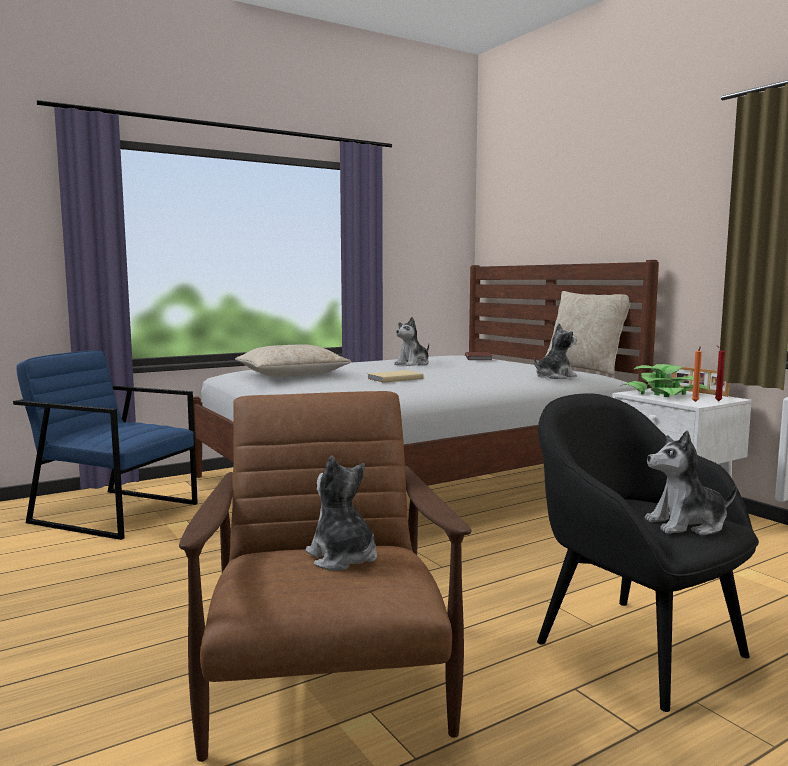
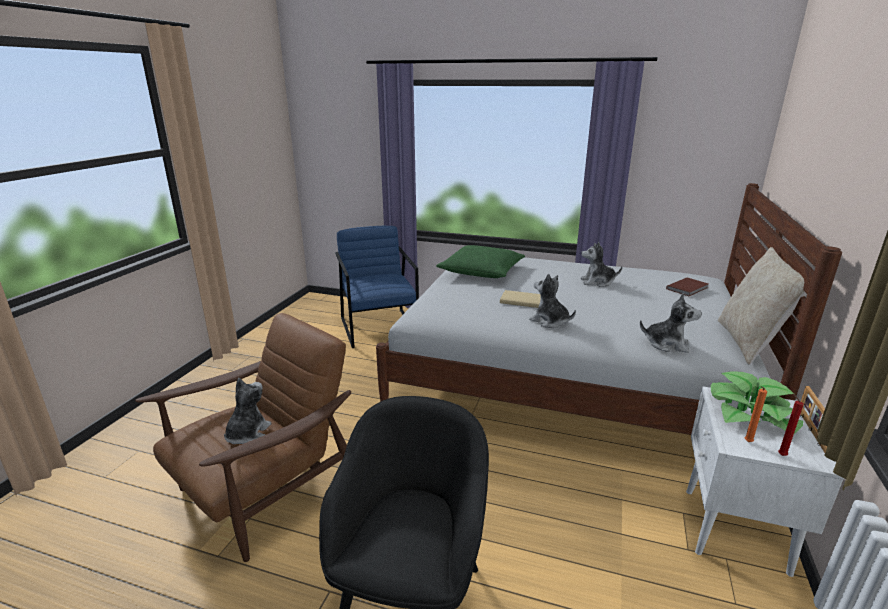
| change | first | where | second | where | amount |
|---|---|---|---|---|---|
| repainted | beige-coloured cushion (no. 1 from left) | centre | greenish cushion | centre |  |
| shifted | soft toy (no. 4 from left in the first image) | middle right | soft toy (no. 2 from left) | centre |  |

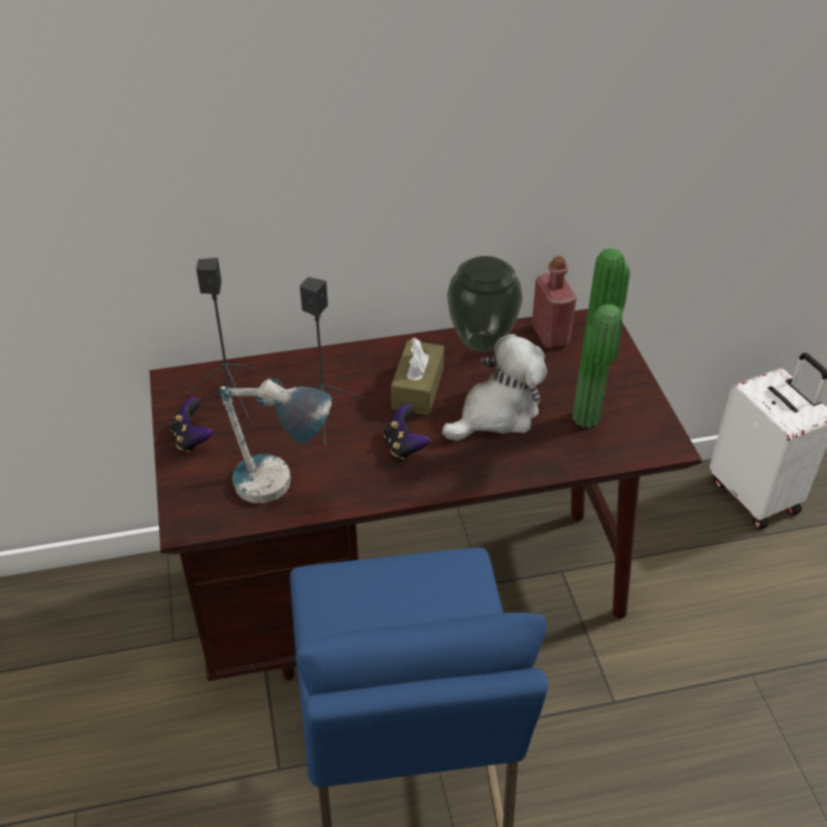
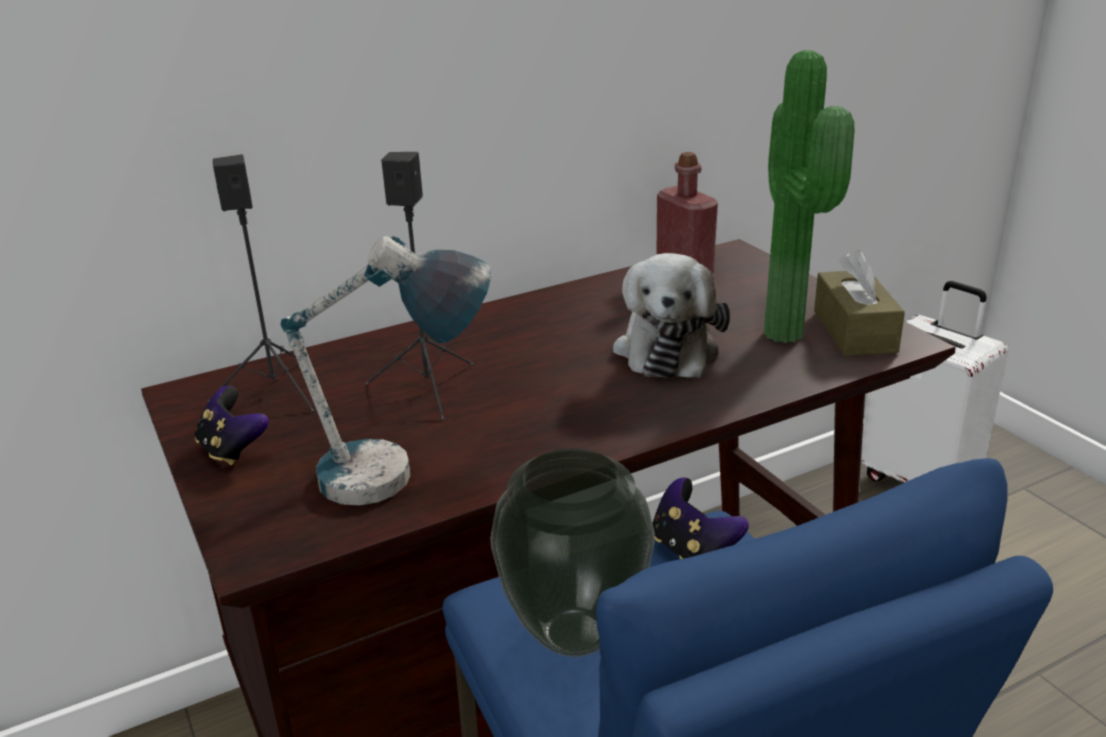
| change | first | where | second | where | amount |
|---|---|---|---|---|---|
| shifted | vase | centre |  | bottom centre |  |
| rotated | soft toy | centre |  | centre | 150 degrees clockwise |
| shifted | brown-coloured tissue holder | centre |  | middle right |  |
| shifted | gamepad (no. 2 from left) | centre |  | bottom centre |  |

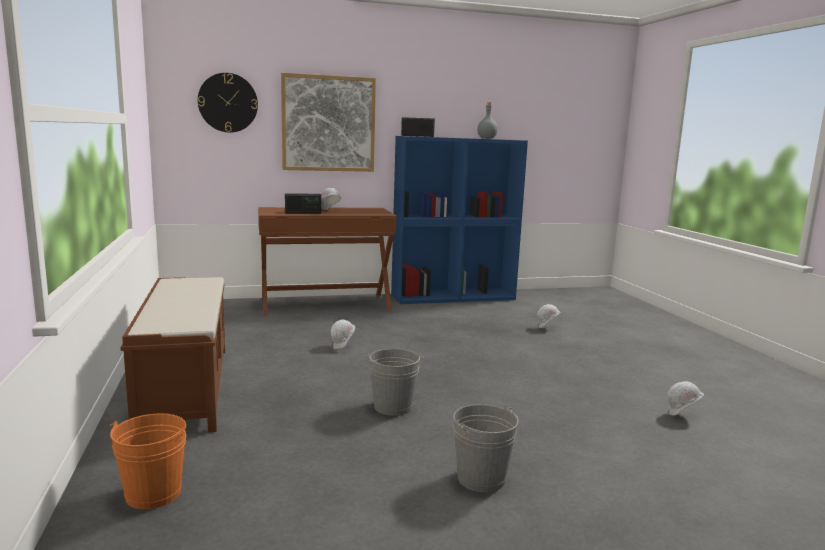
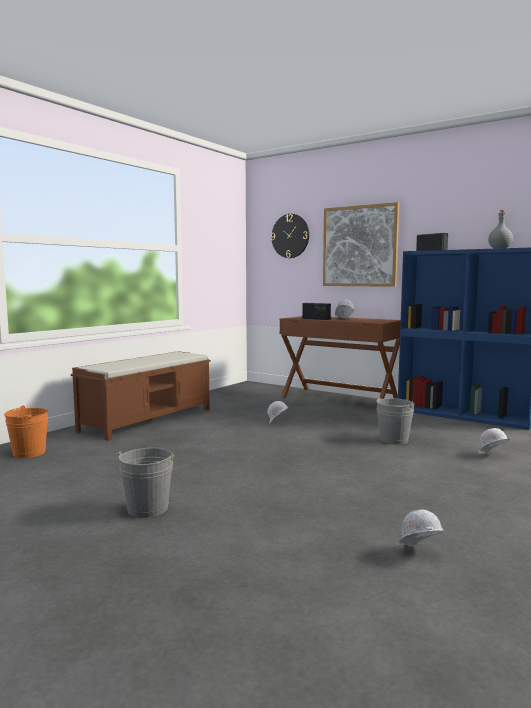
| change | first | where | second | where | amount |
|---|---|---|---|---|---|
| shifted | grey pail (no. 1 from left in the first image) | bottom centre | grey pail (no. 2 from left) | middle right |  |

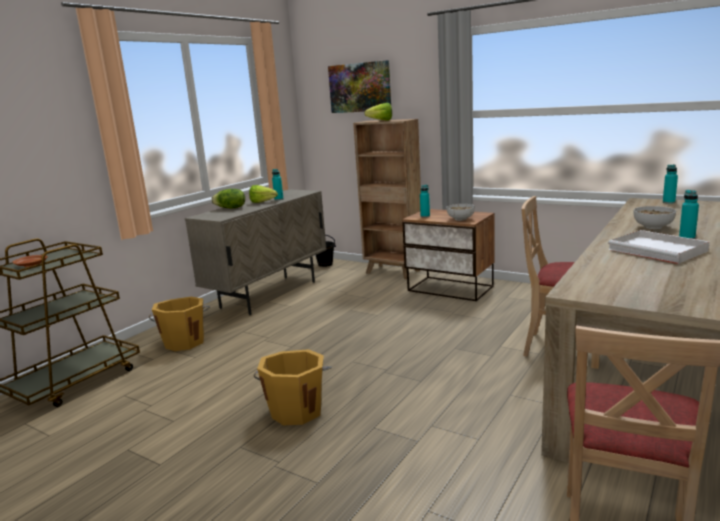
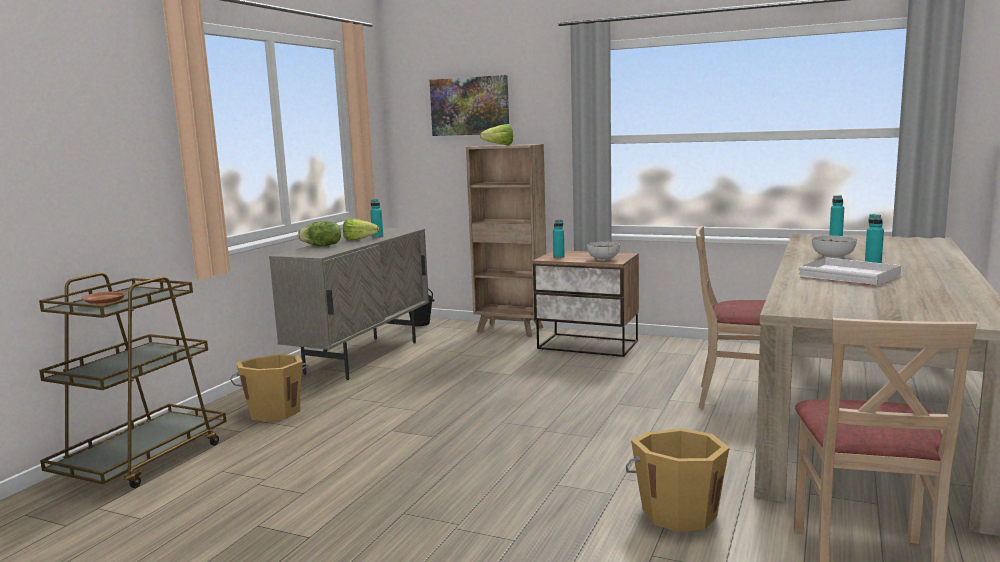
| change | first | where | second | where | amount |
|---|---|---|---|---|---|
| shifted | orange-coloured pail (no. 2 from left) | bottom centre |  | bottom right |  |

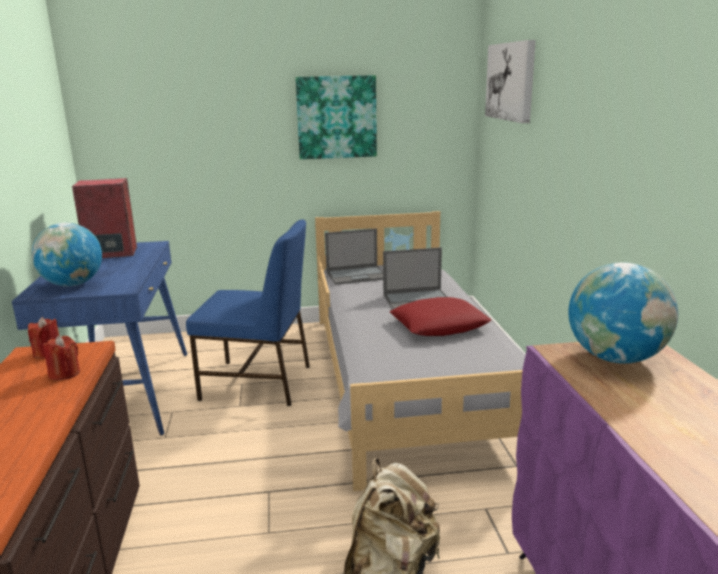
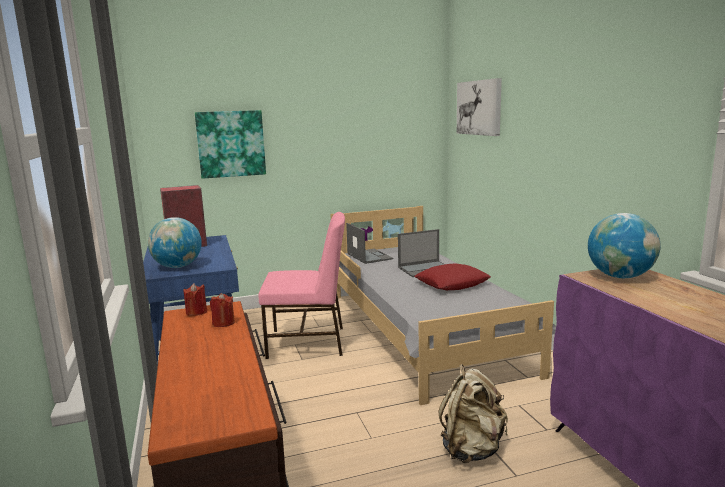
| change | first | where | second | where | amount |
|---|---|---|---|---|---|
| shifted | wall art (no. 1 from left) | top centre |  | top left |  |
| repainted | bluish chair | centre | pinkish chair | centre |  |
| rotated | laptop (no. 1 from left) | centre |  | centre | 90 degrees counterclockwise |

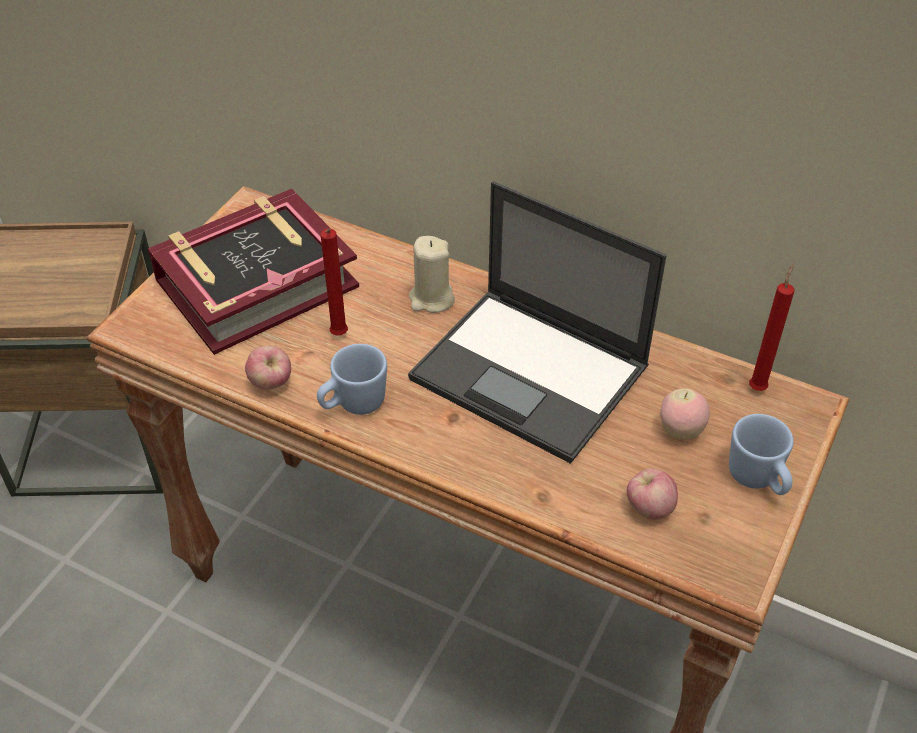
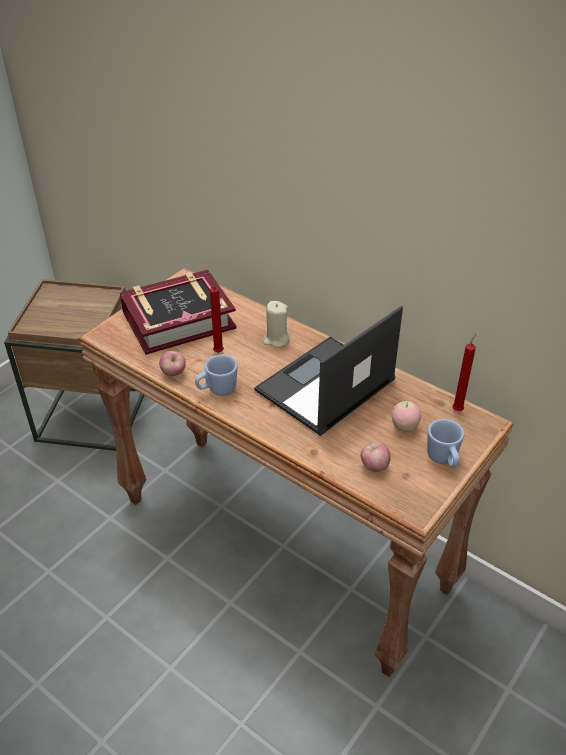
| change | first | where | second | where | amount |
|---|---|---|---|---|---|
| rotated | laptop | centre |  | centre | 90 degrees clockwise |

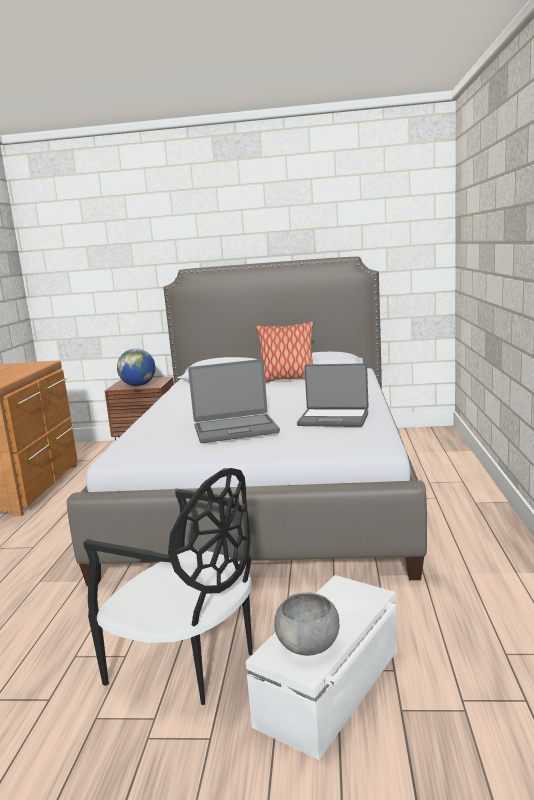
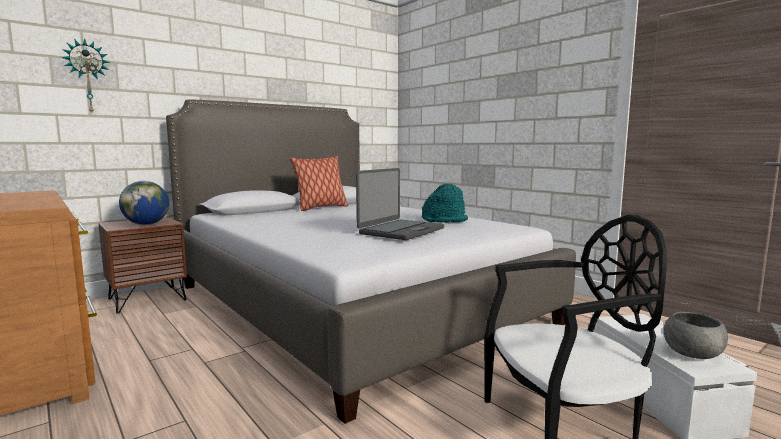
| change | first | where | second | where | amount |
|---|---|---|---|---|---|
| swapped | laptop (no. 2 from left) | centre | turquoise-coloured hat | centre |  |
| new |  |  | hanging clock | top left |  |

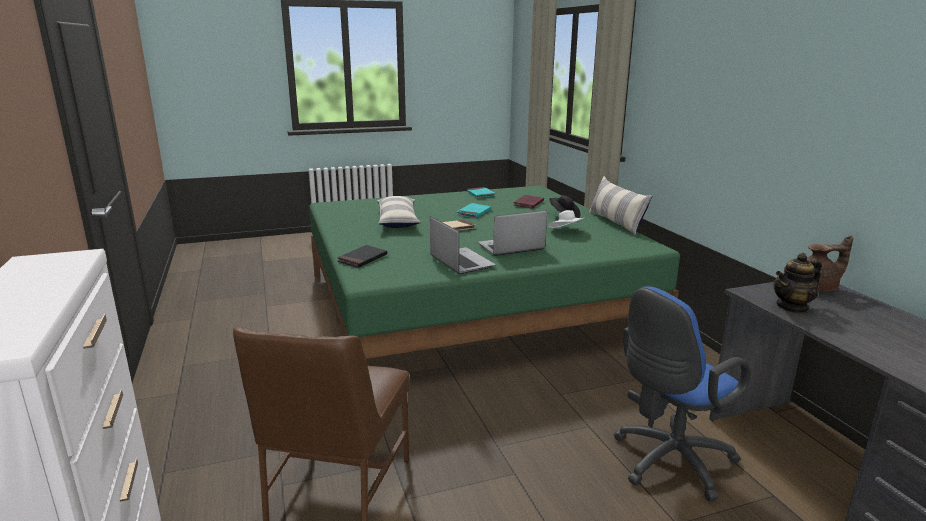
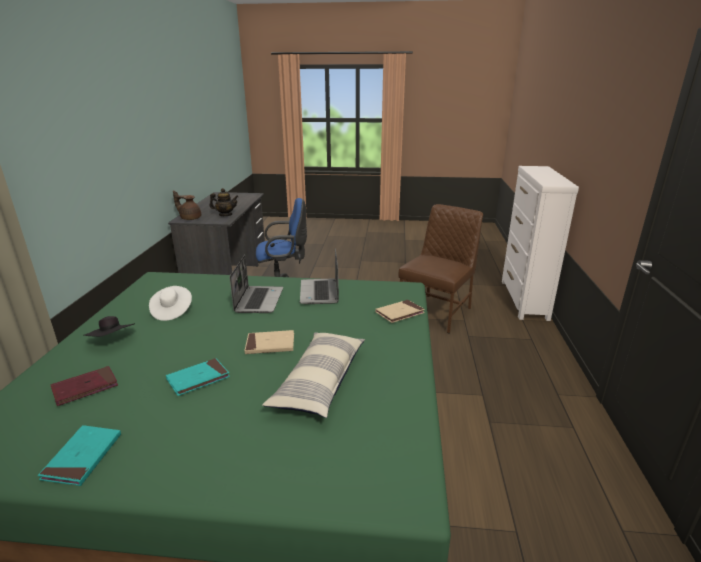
| change | first | where | second | where | amount |
|---|---|---|---|---|---|
| gone | cushion (no. 2 from left) | middle right |  |  |  |
| rotated | laptop (no. 2 from left in the first image) | centre | laptop (no. 1 from left) | centre | 90 degrees counterclockwise |
| repainted | black-coloured bound book | centre | beige-coloured bound book (no. 2 from left) | centre |  |

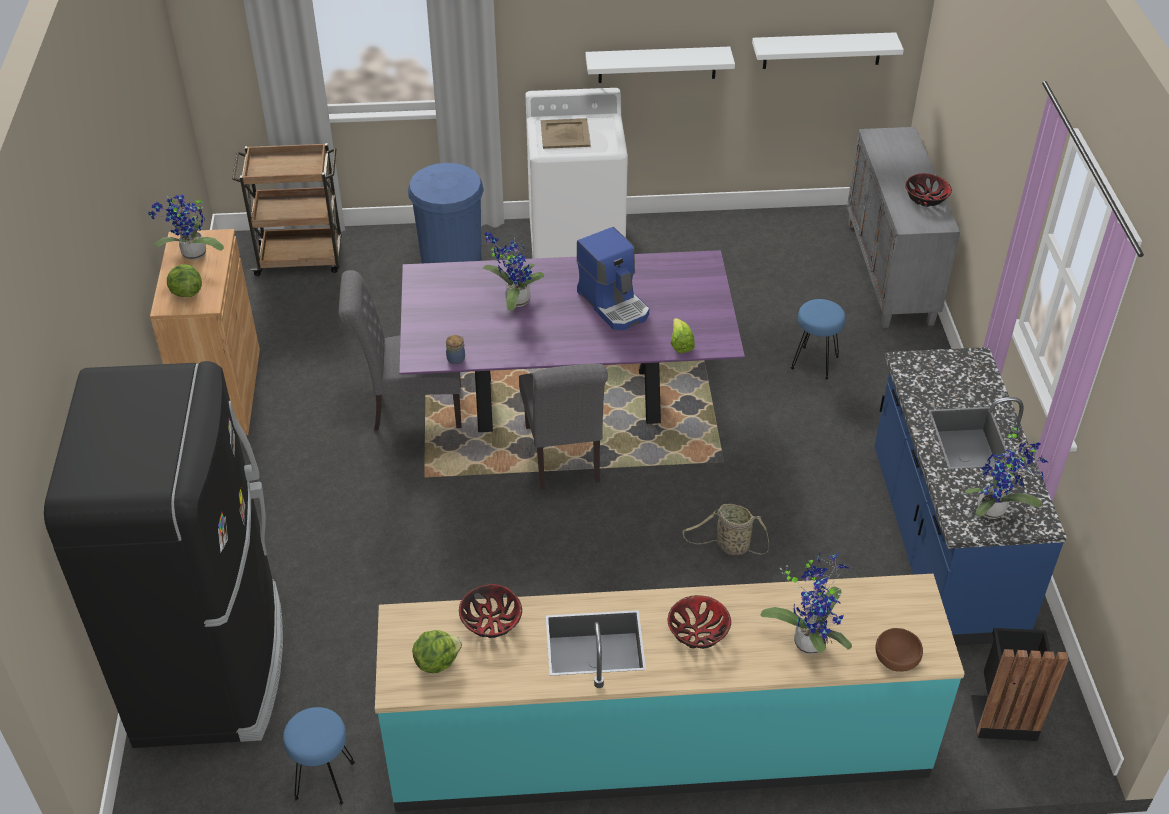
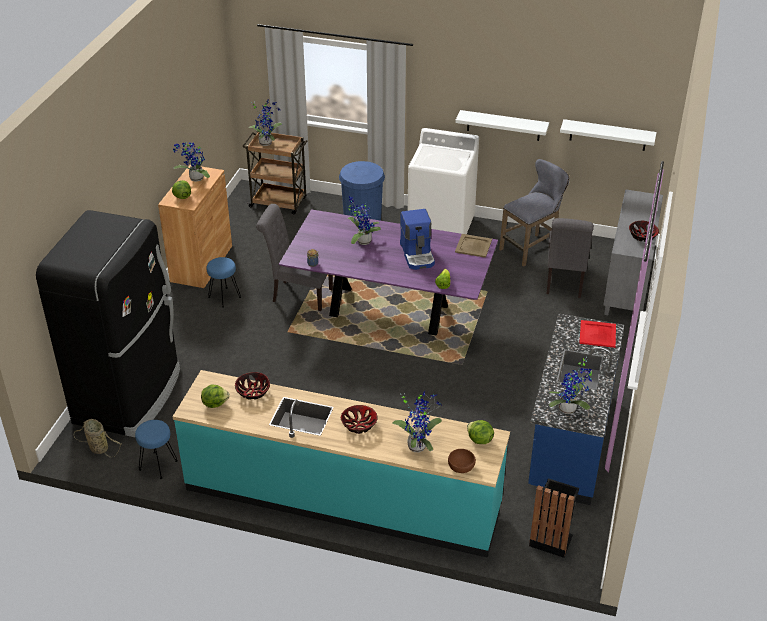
| change | first | where | second | where | amount |
|---|---|---|---|---|---|
| shifted | beige-coloured carrying tray | top centre |  | centre |  |
| shifted | bluish sitting stool (no. 2 from left) | middle right |  | middle left |  |
| shifted | grey chair (no. 2 from left) | centre |  | middle right |  |
| shifted | basket | centre |  | bottom left |  |
| new |  |  | plant in a pot (no. 2 from left) | top centre |  |
| new |  |  | grey sitting stool | middle right |  |
| new |  |  | red carrying tray | middle right |  |
| new |  |  | head of lettuce (no. 4 from left) | bottom centre |  |

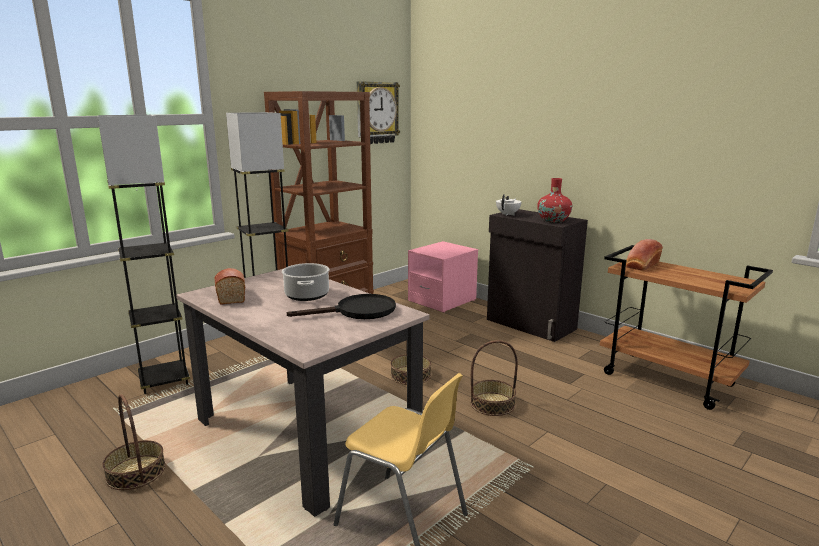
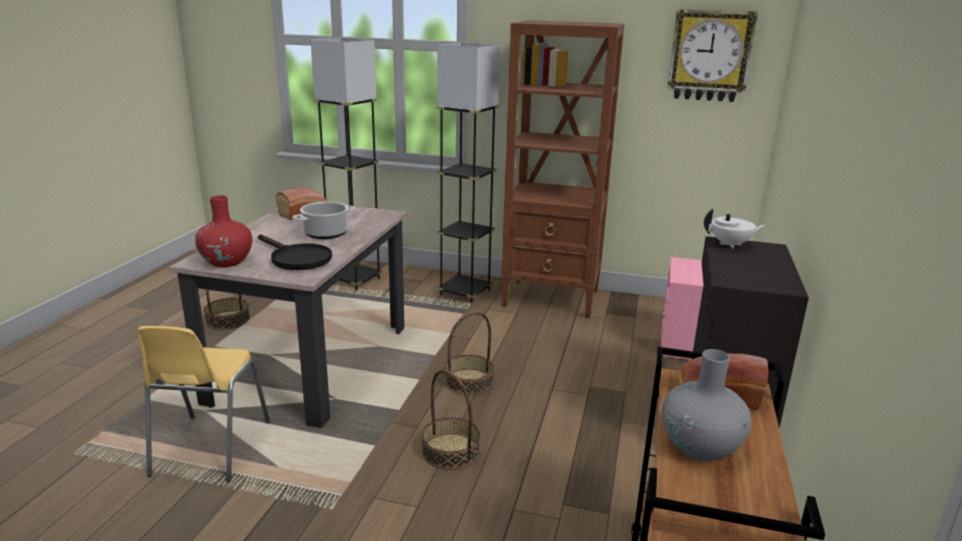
| change | first | where | second | where | amount |
|---|---|---|---|---|---|
| shifted | red vase | middle right |  | middle left |  |
| new |  |  | grey vase | bottom right |  |

